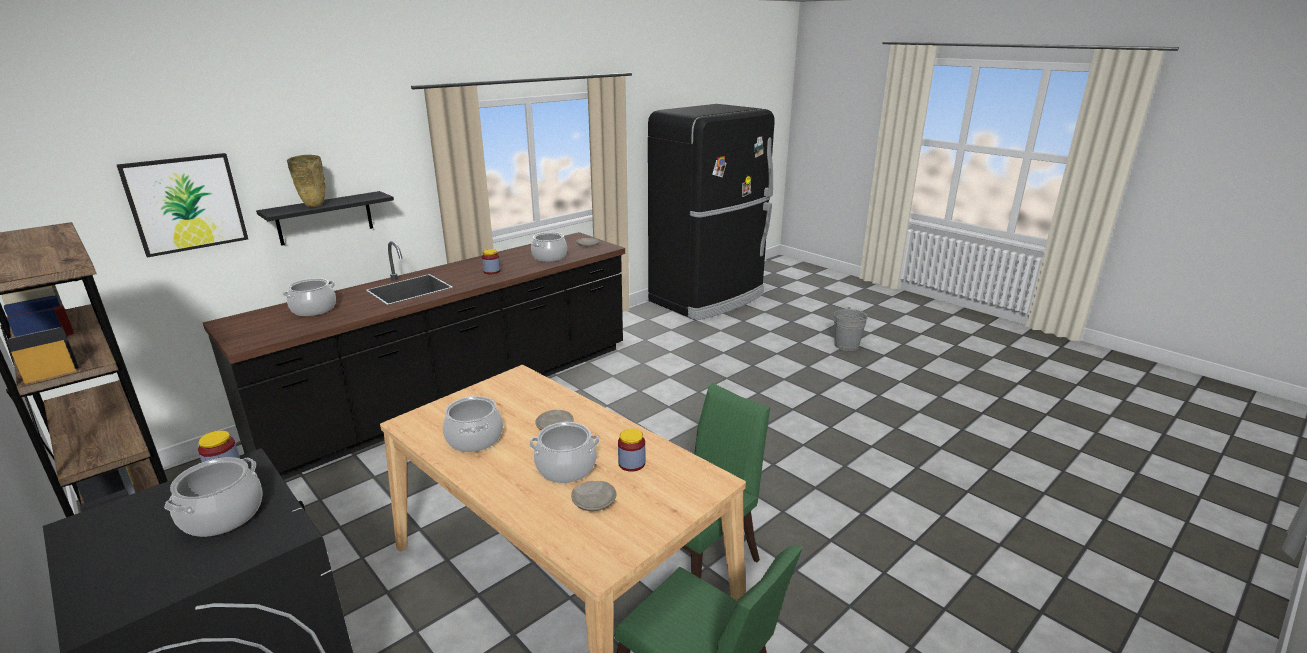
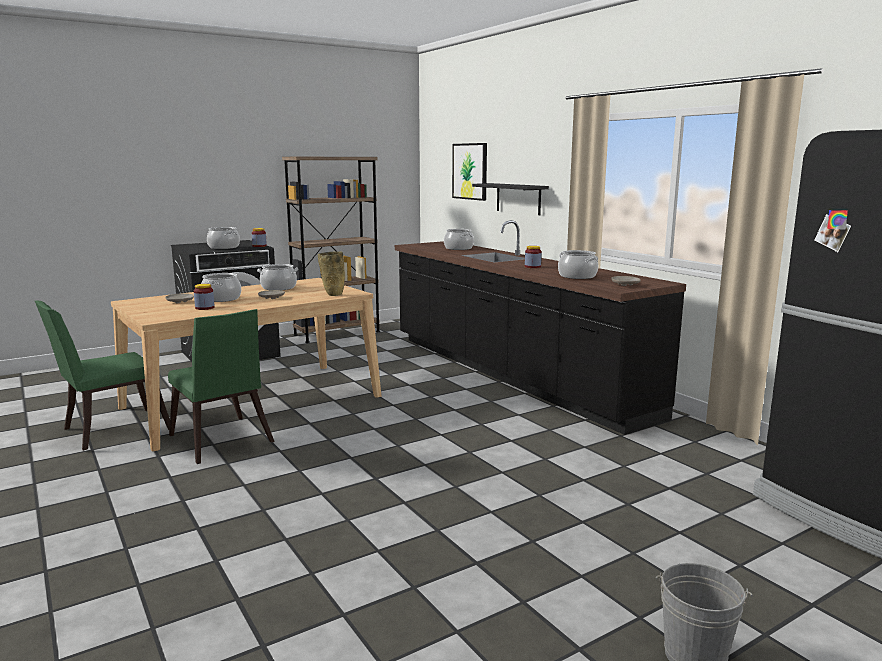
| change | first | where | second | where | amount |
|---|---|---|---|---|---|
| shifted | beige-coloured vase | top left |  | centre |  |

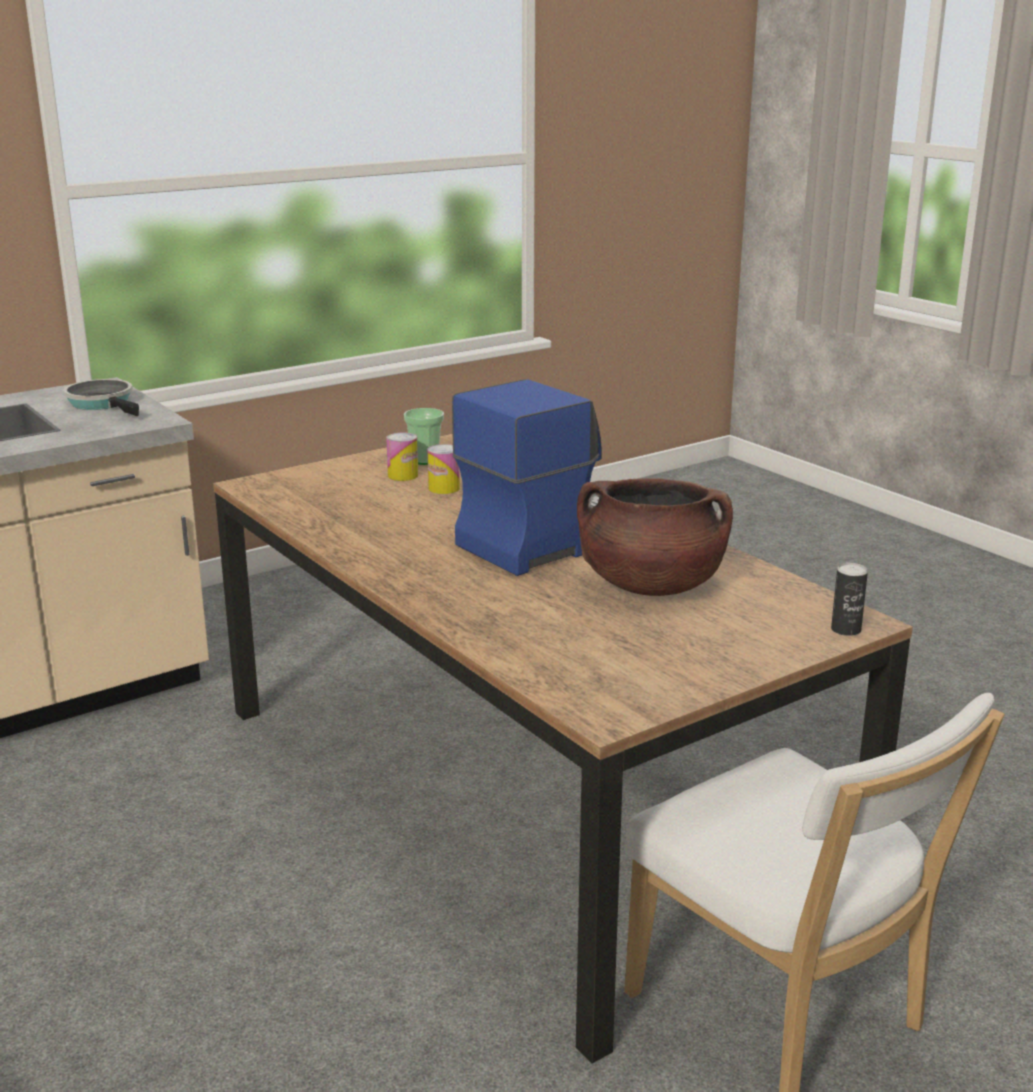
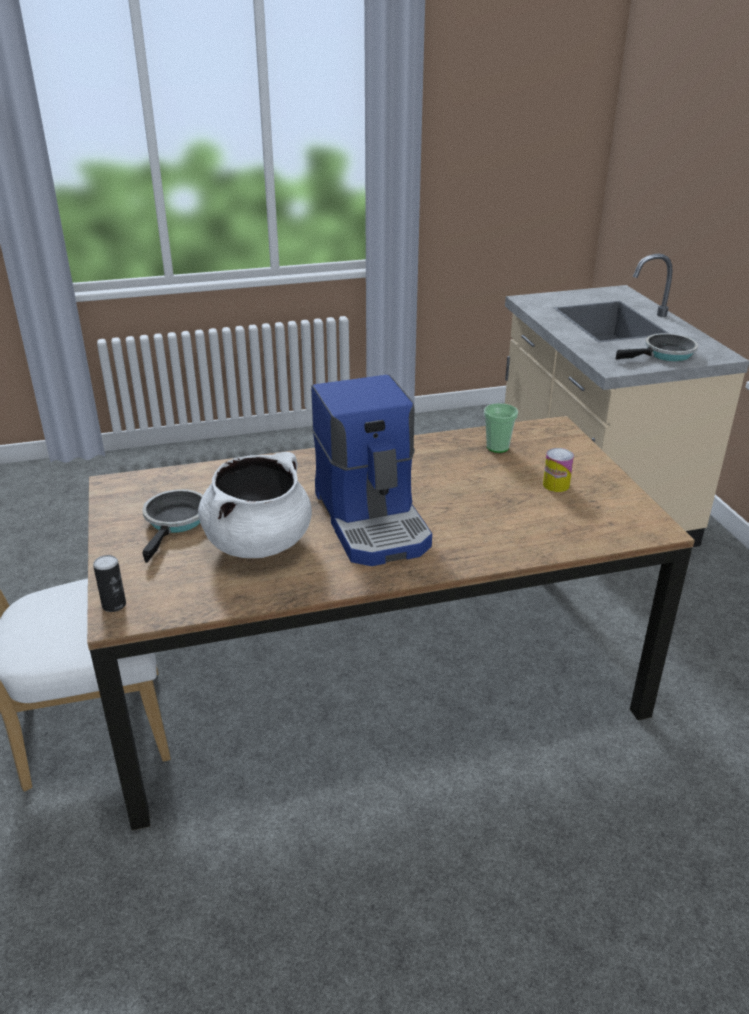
| change | first | where | second | where | amount |
|---|---|---|---|---|---|
| shifted | drinking cup | centre |  | middle right |  |
| gone | metal can (no. 2 from left) | centre |  |  |  |
| repainted | brown-coloured stockpot | centre | whitish stockpot | centre |  |
| new |  |  | pan (no. 1 from left) | middle left |  |

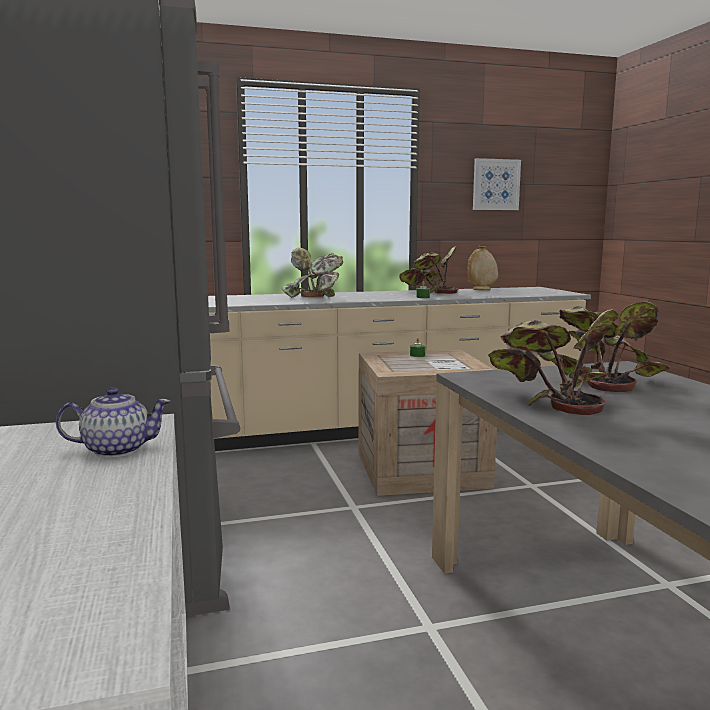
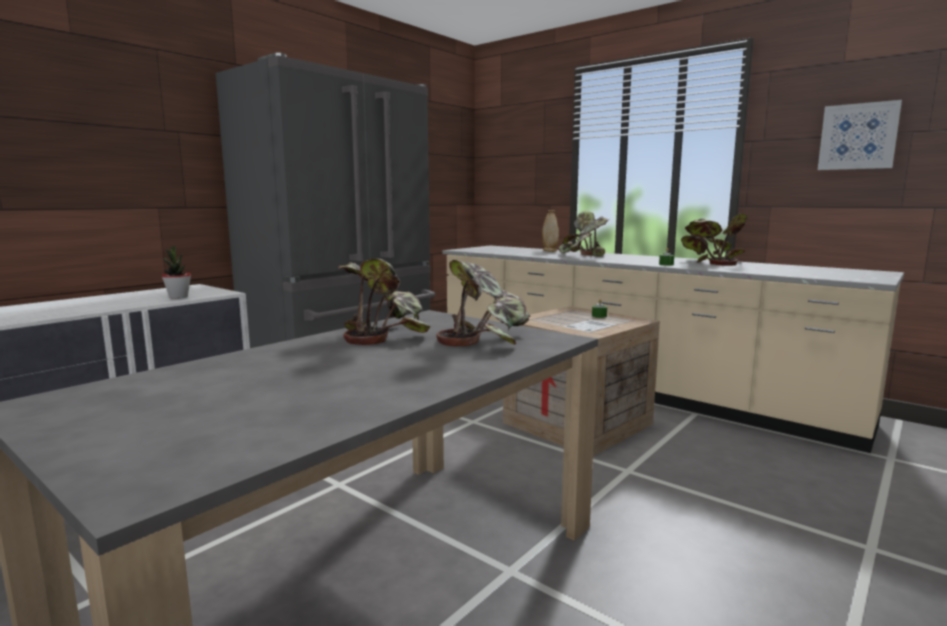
| change | first | where | second | where | amount |
|---|---|---|---|---|---|
| shifted | beige-coloured vase | middle right |  | centre |  |
| swapped | tea pot | middle left | plant in a pot (no. 1 from left) | middle left |  |

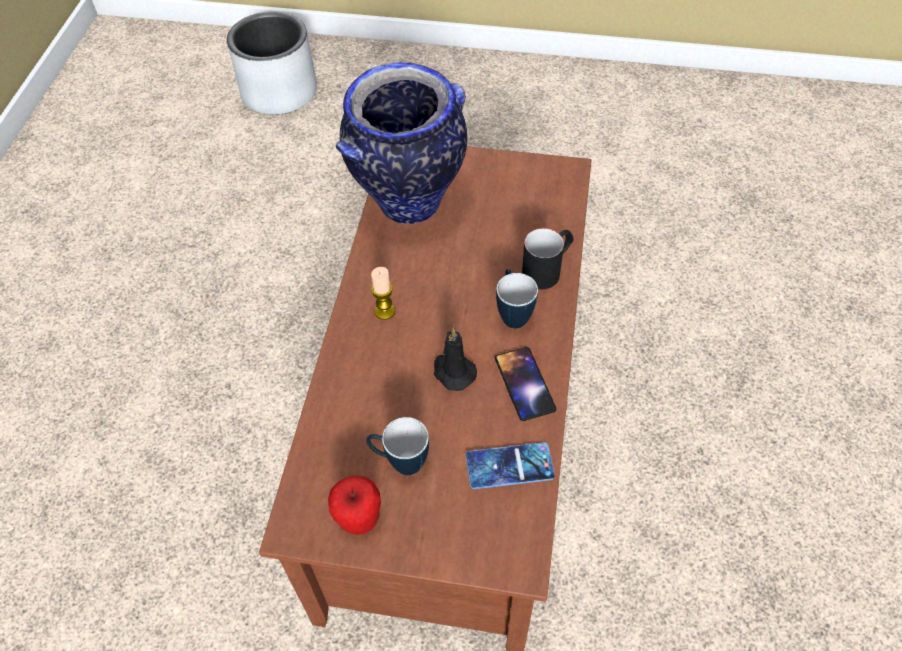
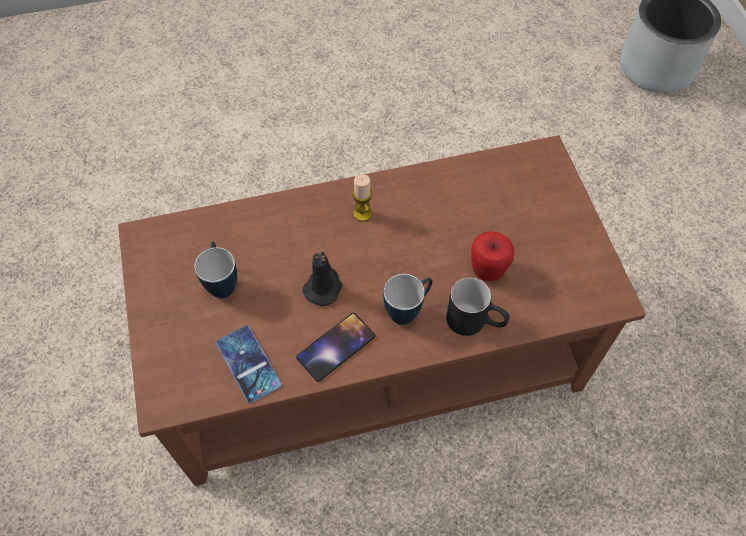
| change | first | where | second | where | amount |
|---|---|---|---|---|---|
| gone | vase | top centre |  |  |  |
| shifted | apple | bottom centre |  | centre |  |

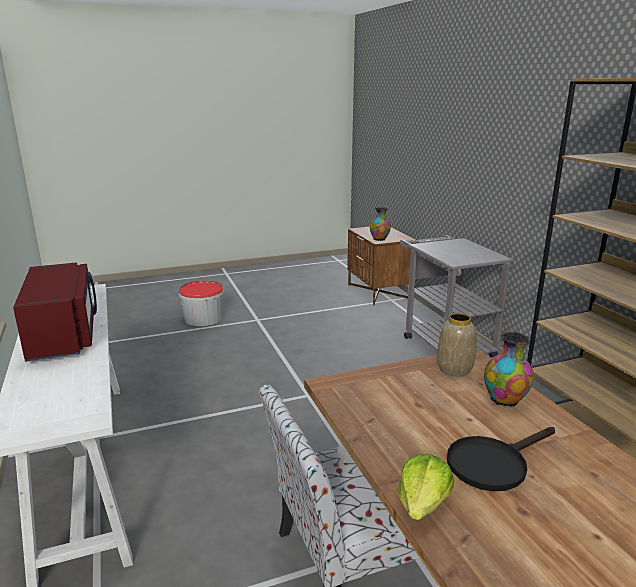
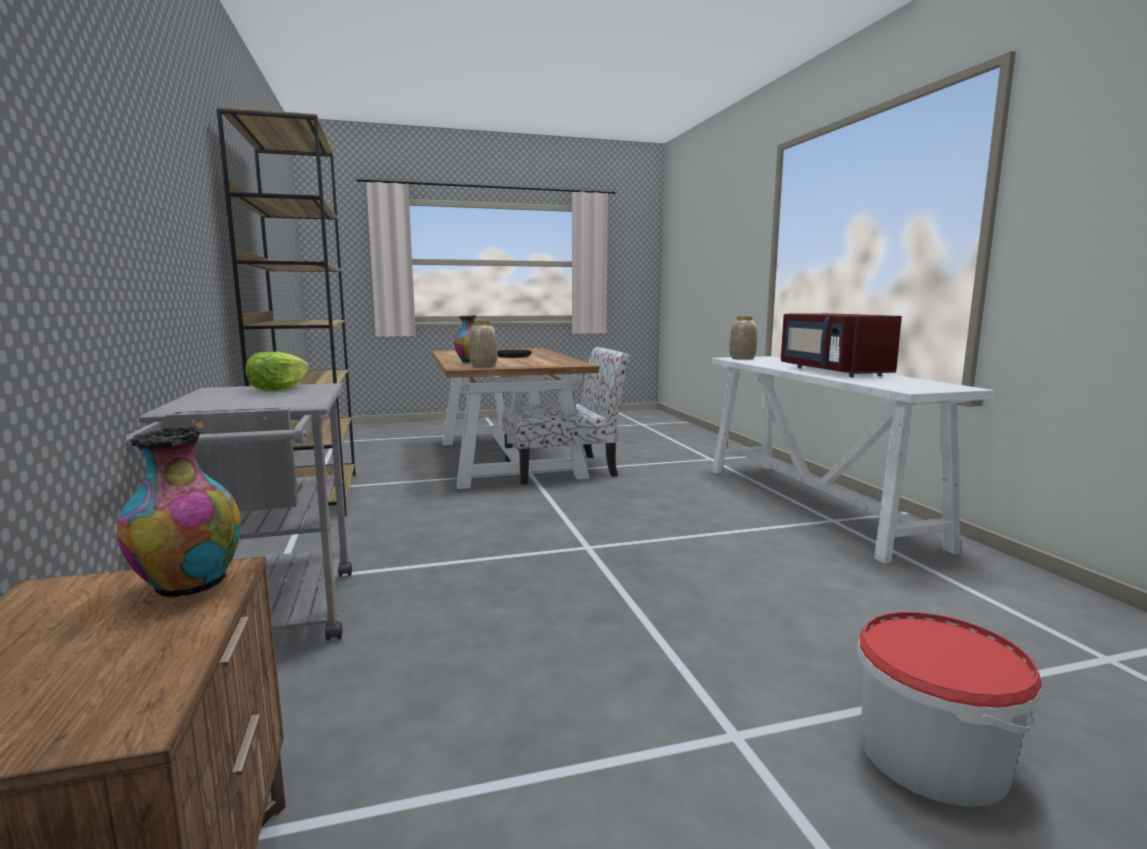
| change | first | where | second | where | amount |
|---|---|---|---|---|---|
| shifted | head of lettuce | bottom right |  | middle left |  |
| new |  |  | vase (no. 4 from left) | centre |  |

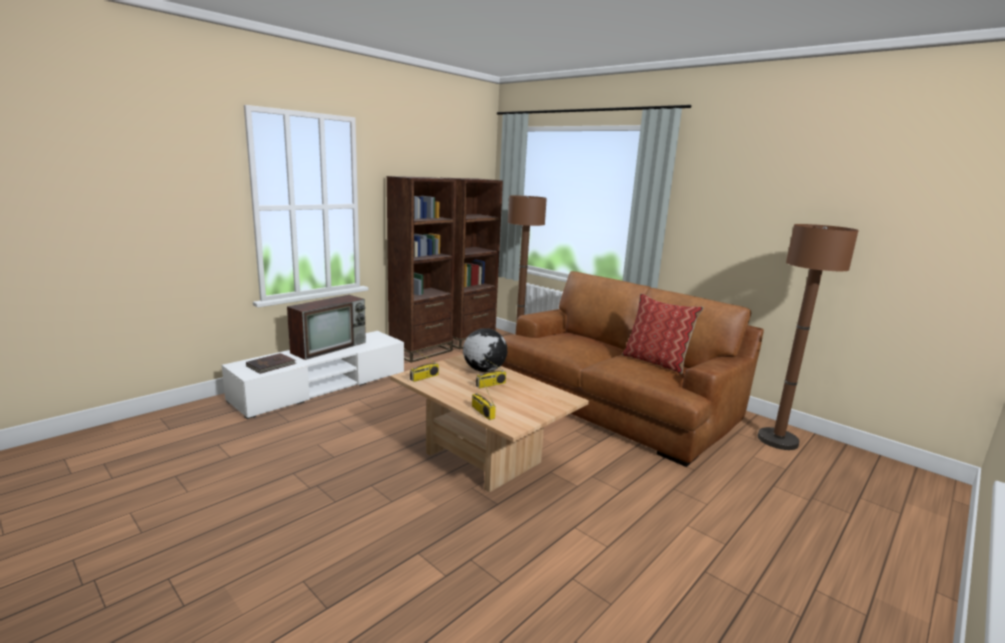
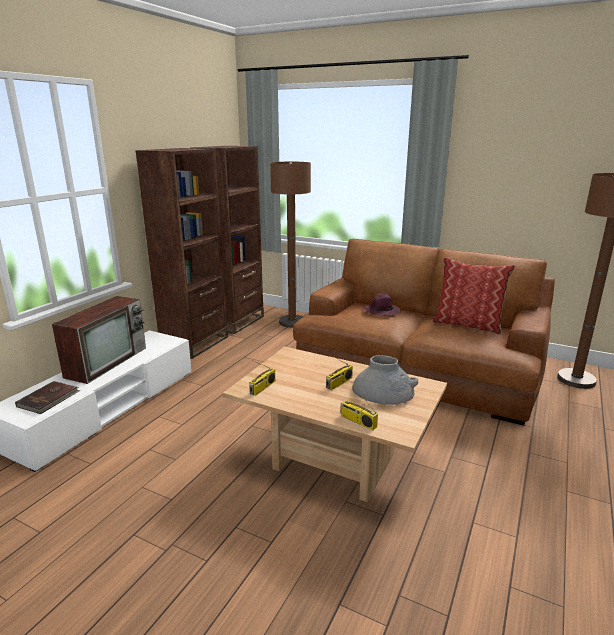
| change | first | where | second | where | amount |
|---|---|---|---|---|---|
| gone | world globe | centre |  |  |  |
| new |  |  | purplish hat | centre |  |
| new |  |  | grey vase | centre |  |

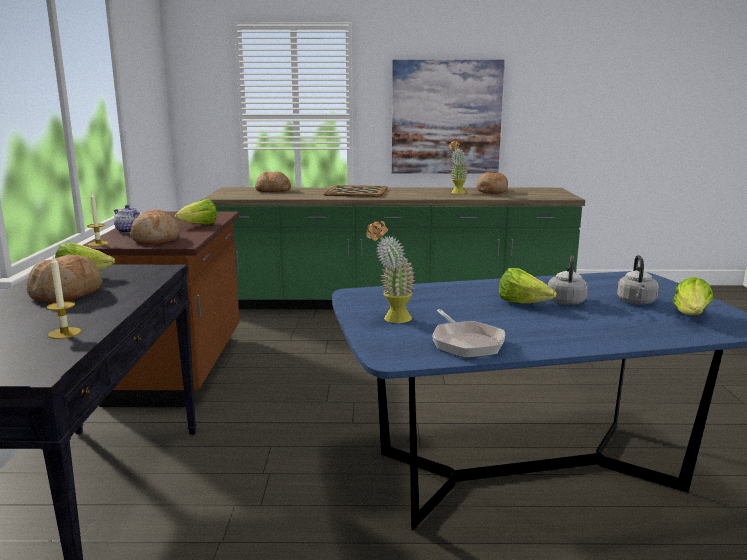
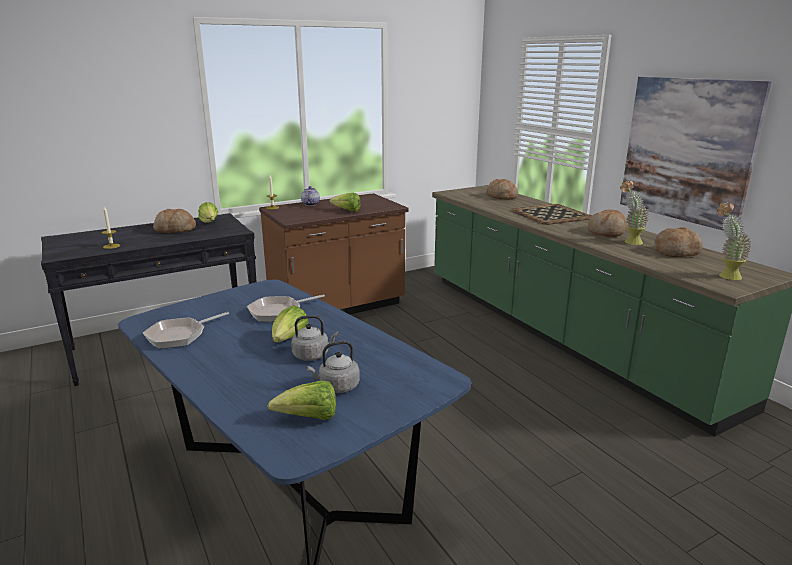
| change | first | where | second | where | amount |
|---|---|---|---|---|---|
| shifted | baked bread (no. 2 from left in the first image) | middle left | baked bread (no. 3 from left) | middle right |  |
| shifted | plant in a pot (no. 1 from left in the first image) | centre | plant in a pot (no. 2 from left) | middle right |  |
| new |  |  | pan (no. 2 from left) | centre |  |

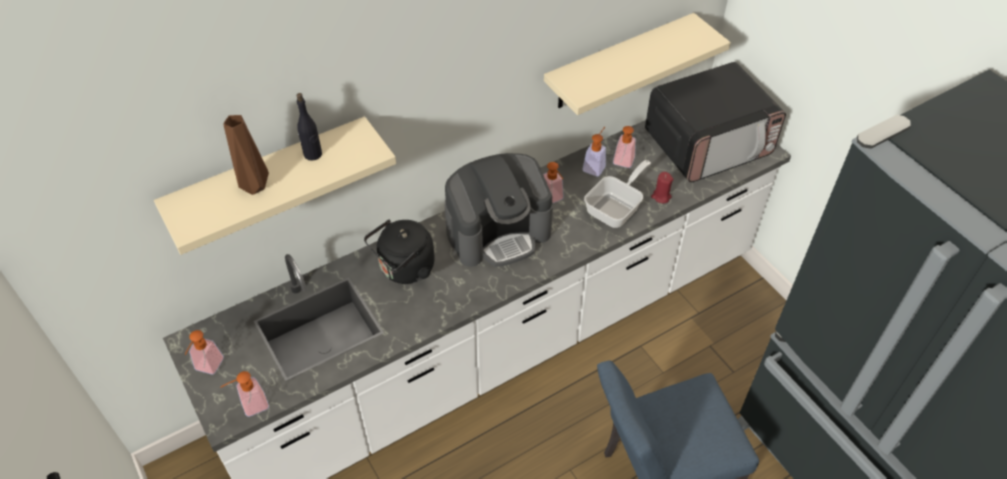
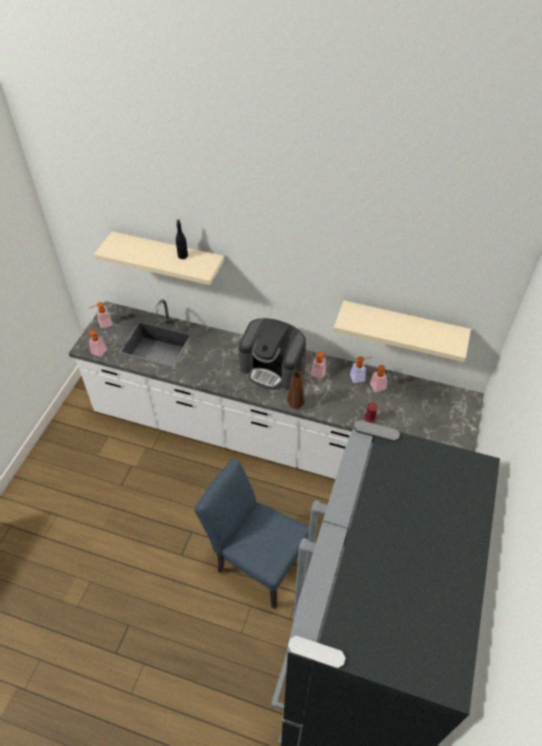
| change | first | where | second | where | amount |
|---|---|---|---|---|---|
| gone | microwave oven | top right |  |  |  |
| shifted | brown-coloured vase | top left |  | centre |  |
| gone | pan | centre |  |  |  |
| gone | black-coloured kettle | centre |  |  |  |

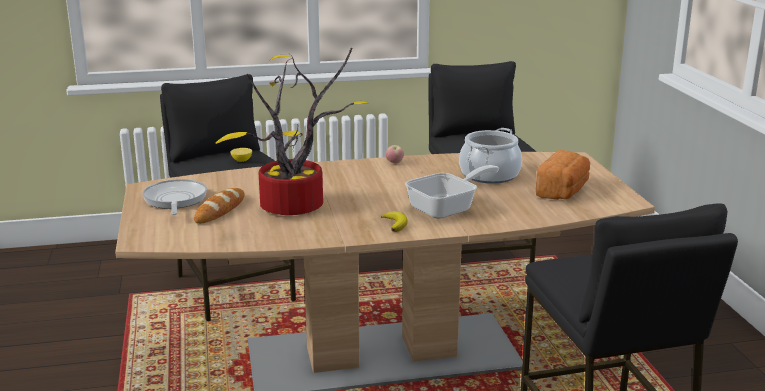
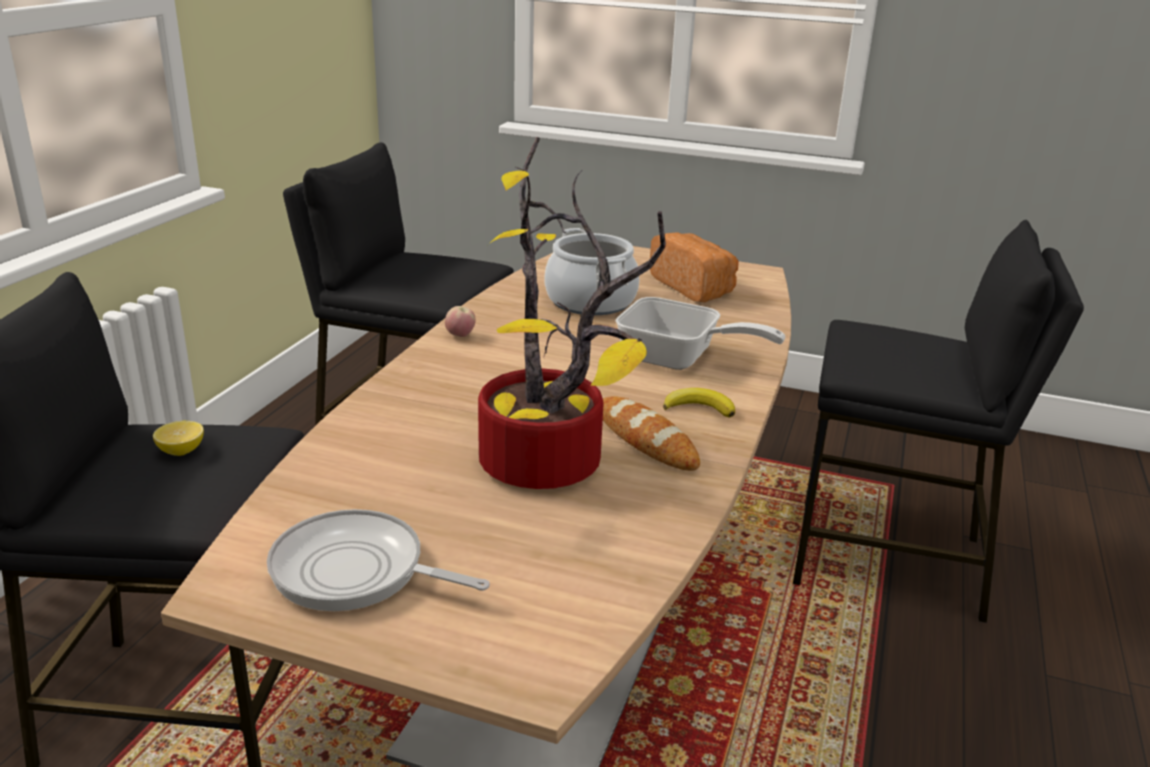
| change | first | where | second | where | amount |
|---|---|---|---|---|---|
| rotated | pan (no. 2 from left) | centre |  | centre | 120 degrees clockwise |
| shifted | baked bread (no. 1 from left) | middle left |  | centre |  |

